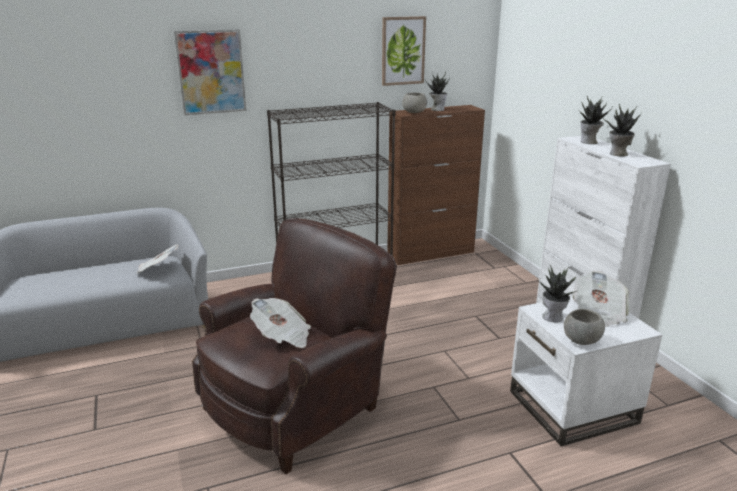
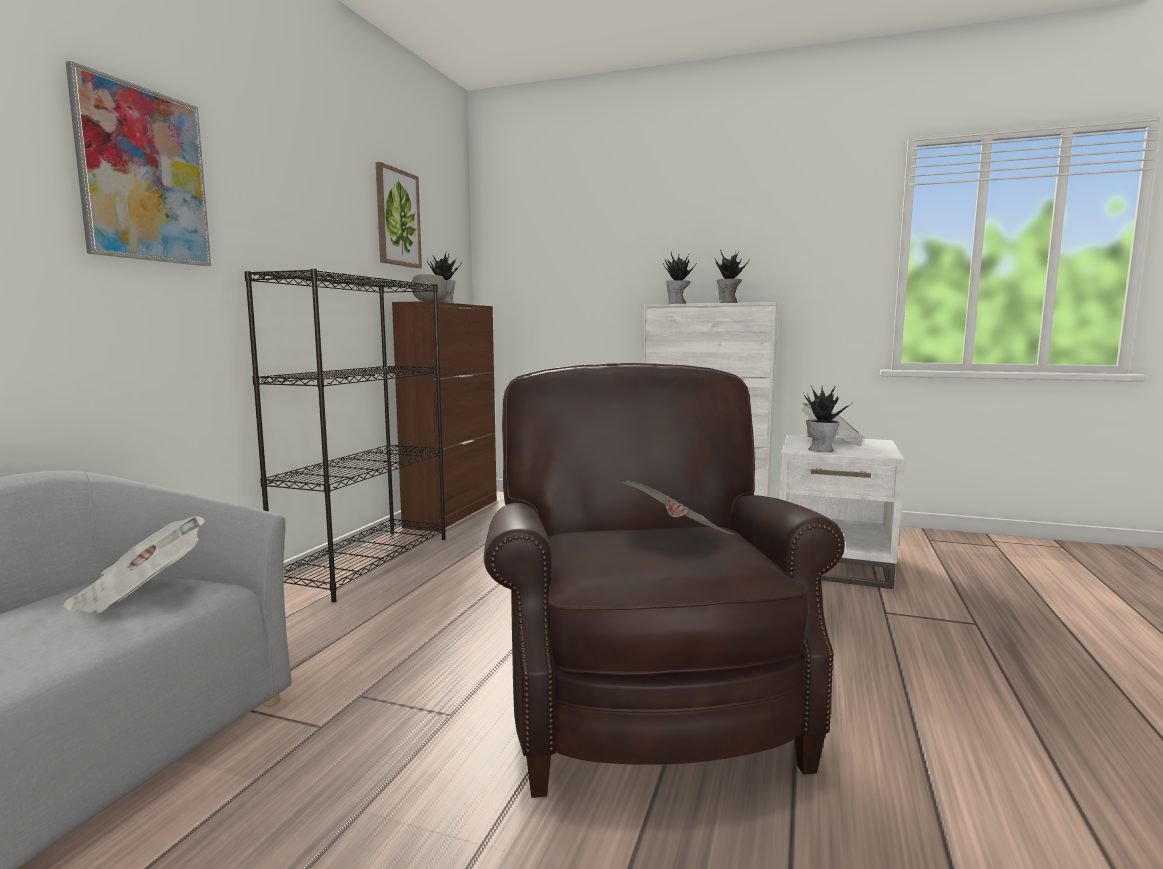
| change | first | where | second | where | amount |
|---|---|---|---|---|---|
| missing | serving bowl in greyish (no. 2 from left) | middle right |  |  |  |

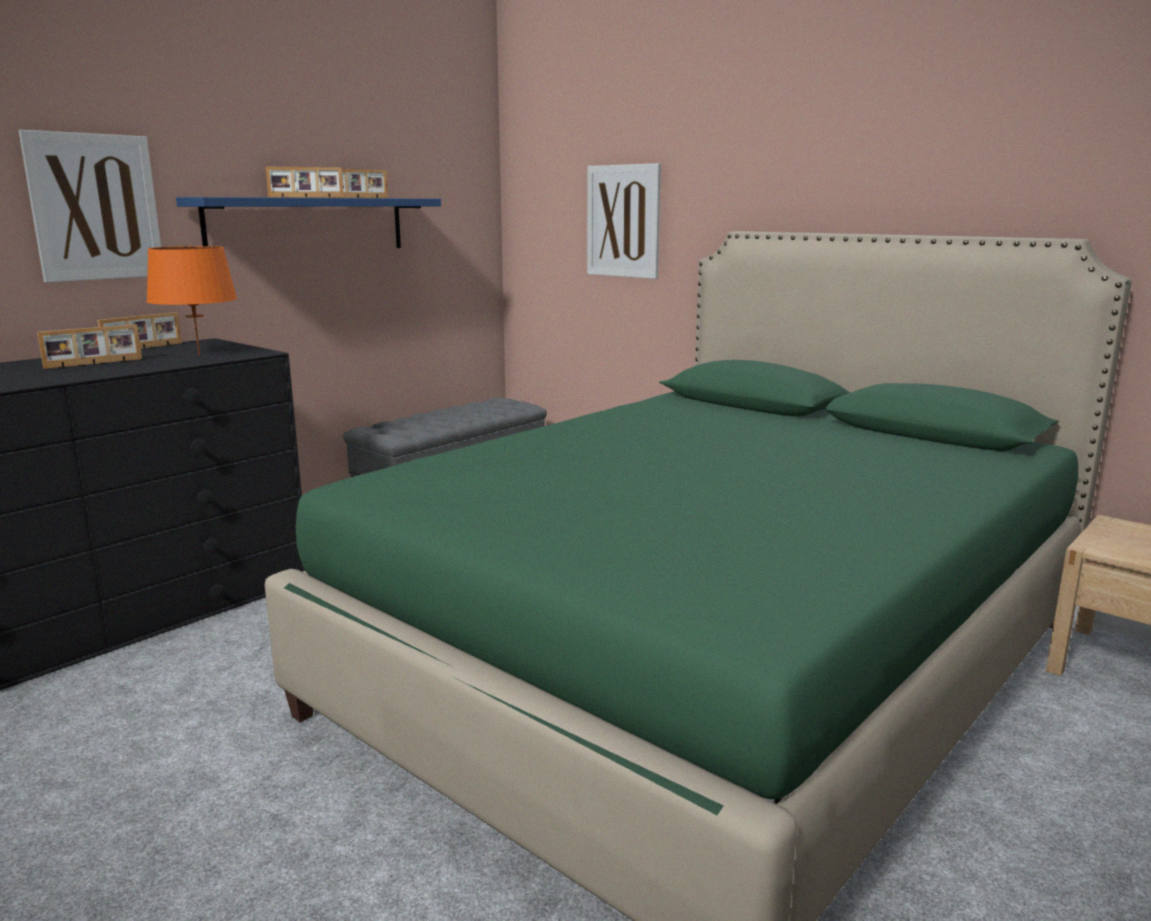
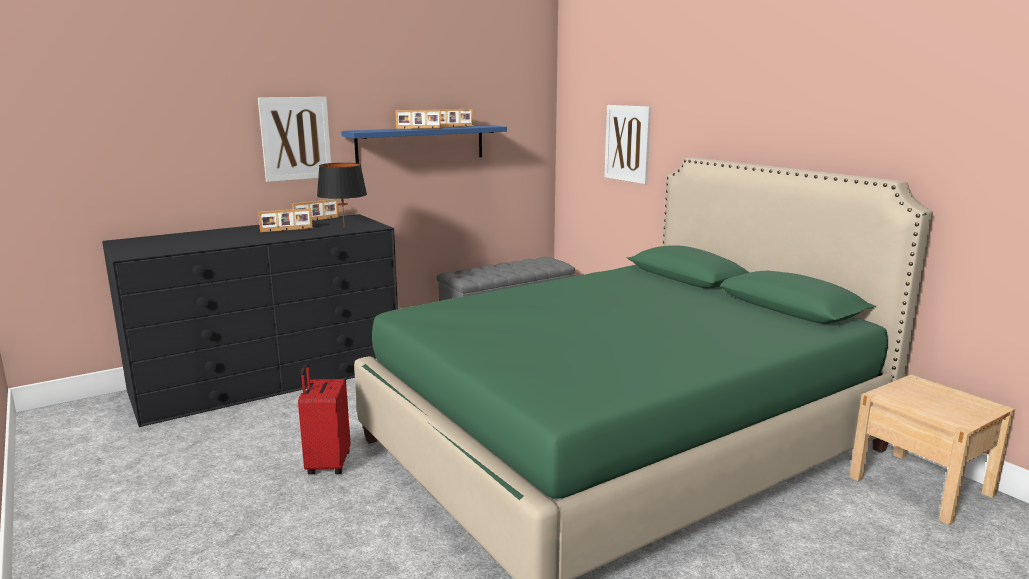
| change | first | where | second | where | amount |
|---|---|---|---|---|---|
| colour | lamp for a table in orange-coloured | top left | lamp for a table in black | middle left |  |
| appeared |  |  | suitcase in reddish | bottom left |  |

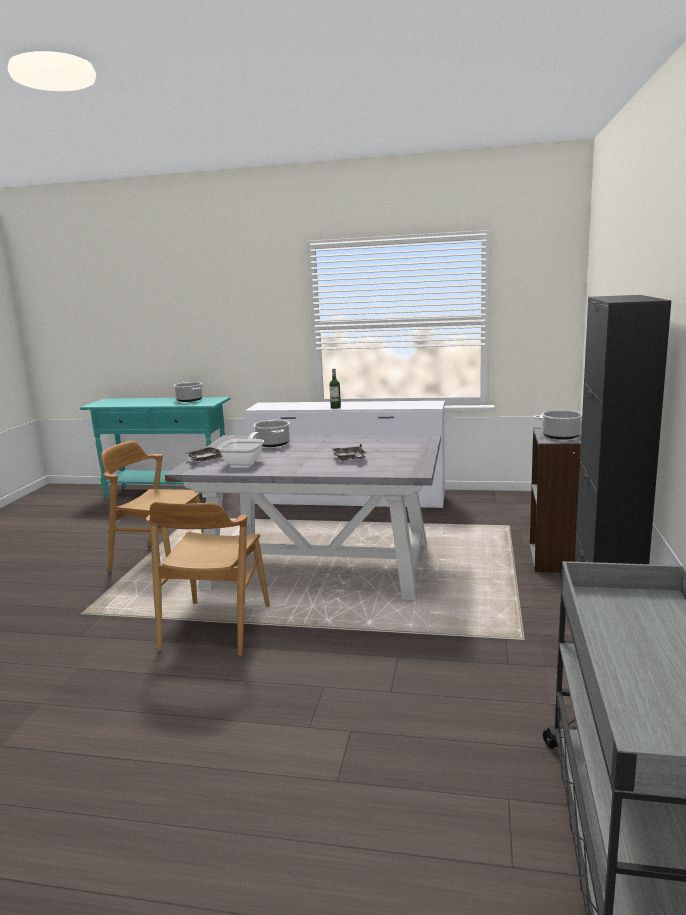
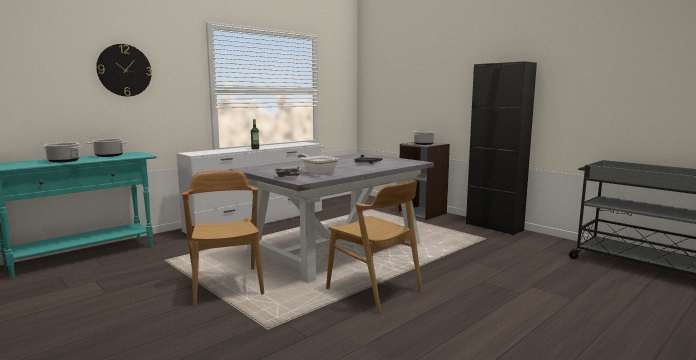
| change | first | where | second | where | amount |
|---|---|---|---|---|---|
| spun | chair in brown (no. 1 from left) | middle left |  | middle left | 105 degrees clockwise |
| relocated | stockpot (no. 2 from left in the first image) | centre | stockpot (no. 1 from left) | middle left |  |
| appeared |  |  | wall clock | top left |  |

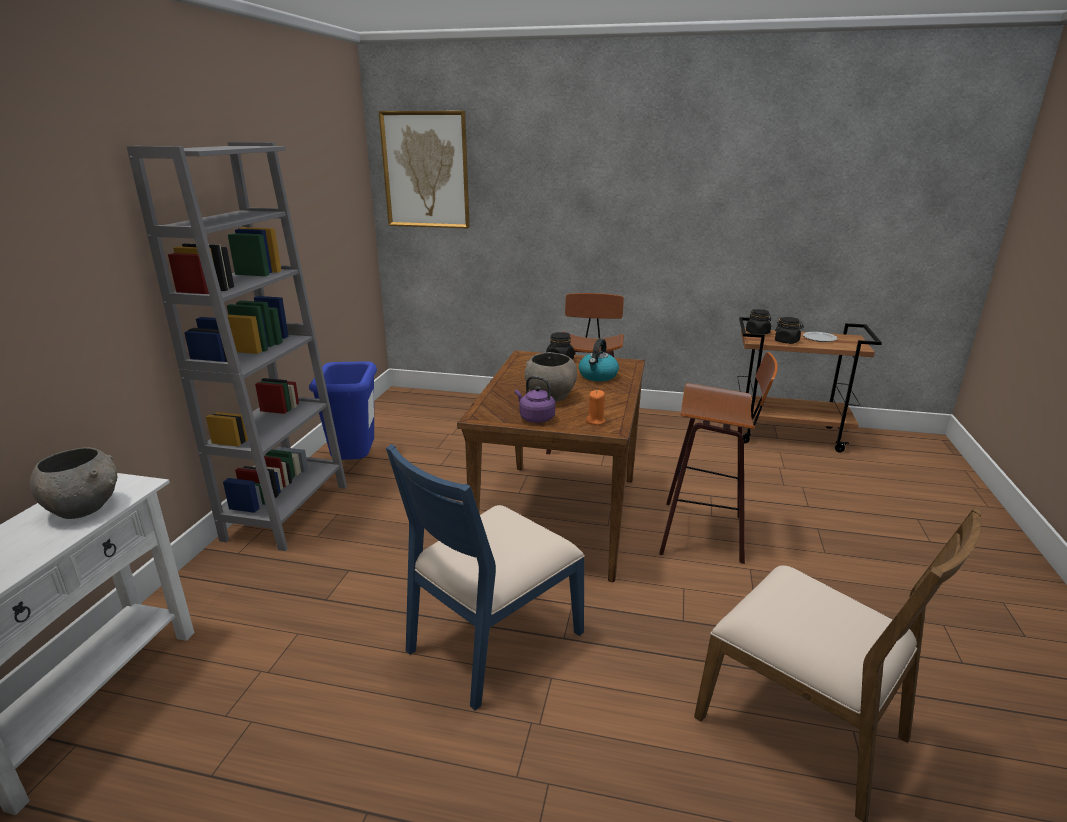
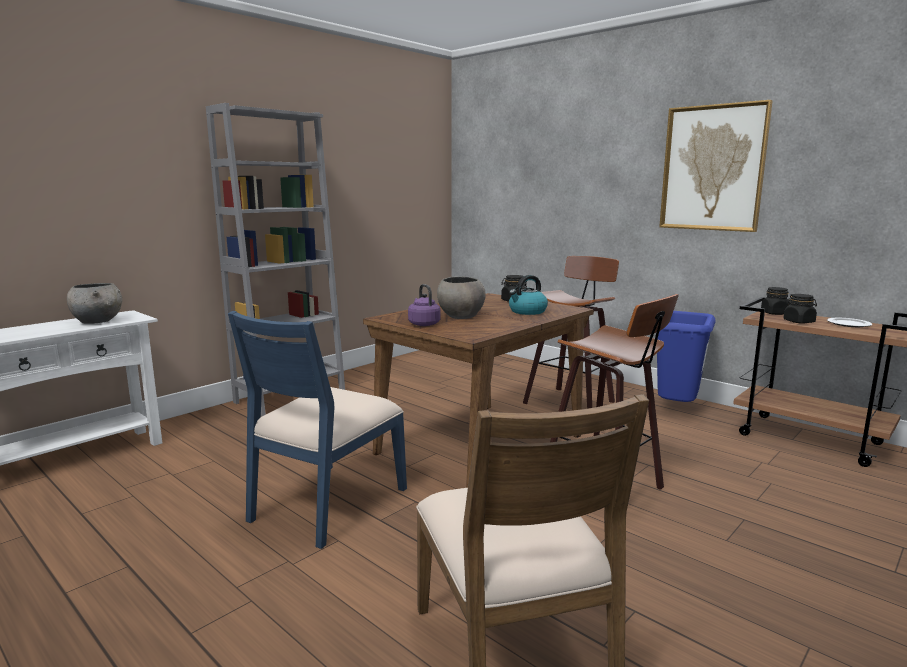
| change | first | where | second | where | amount |
|---|---|---|---|---|---|
| relocated | trash can in blue | middle left |  | middle right |  |
| relocated | picture | top centre |  | top right |  |
| spun | chair in blue | bottom centre |  | centre | 45 degrees counterclockwise |
| missing | wax light in orange-coloured | centre |  |  |  |

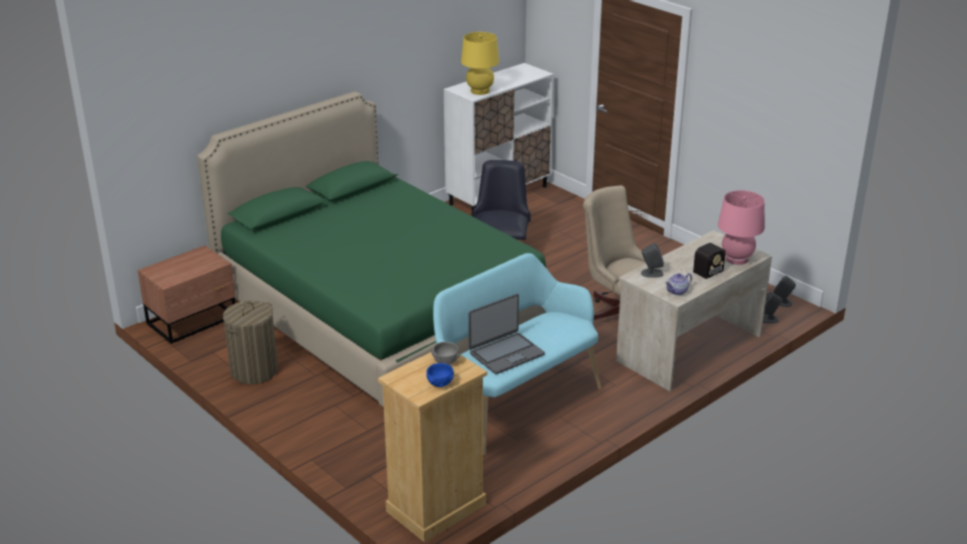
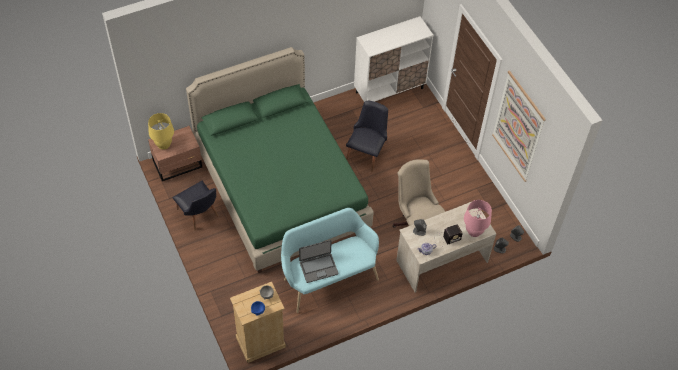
| change | first | where | second | where | amount |
|---|---|---|---|---|---|
| exchanged | washing basket | middle left | chair in black (no. 1 from left) | middle left |  |
| relocated | lamp for a table in yellowish | top centre |  | middle left |  |
| appeared |  |  | picture | middle right |  |

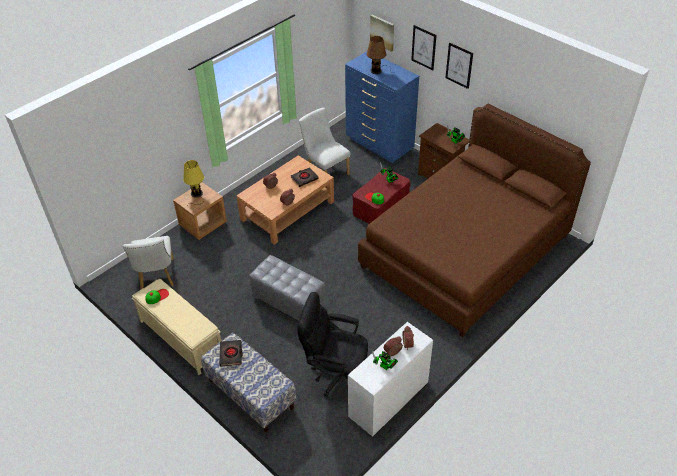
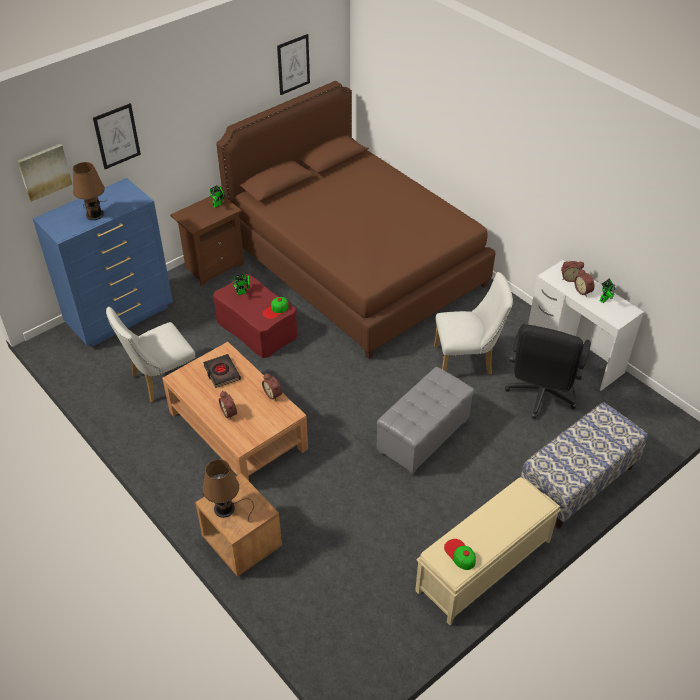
| change | first | where | second | where | amount |
|---|---|---|---|---|---|
| relocated | chair in whitish (no. 1 from left in the first image) | middle left | chair in whitish (no. 2 from left) | middle right |  |
| colour | lamp for a table in yellowish | middle left | lamp for a table in brown (no. 2 from left) | bottom left |  |
| missing | bound book in black (no. 1 from left) | bottom centre |  |  |  |
| relocated | picture (no. 3 from left) | top right |  | top centre |  |

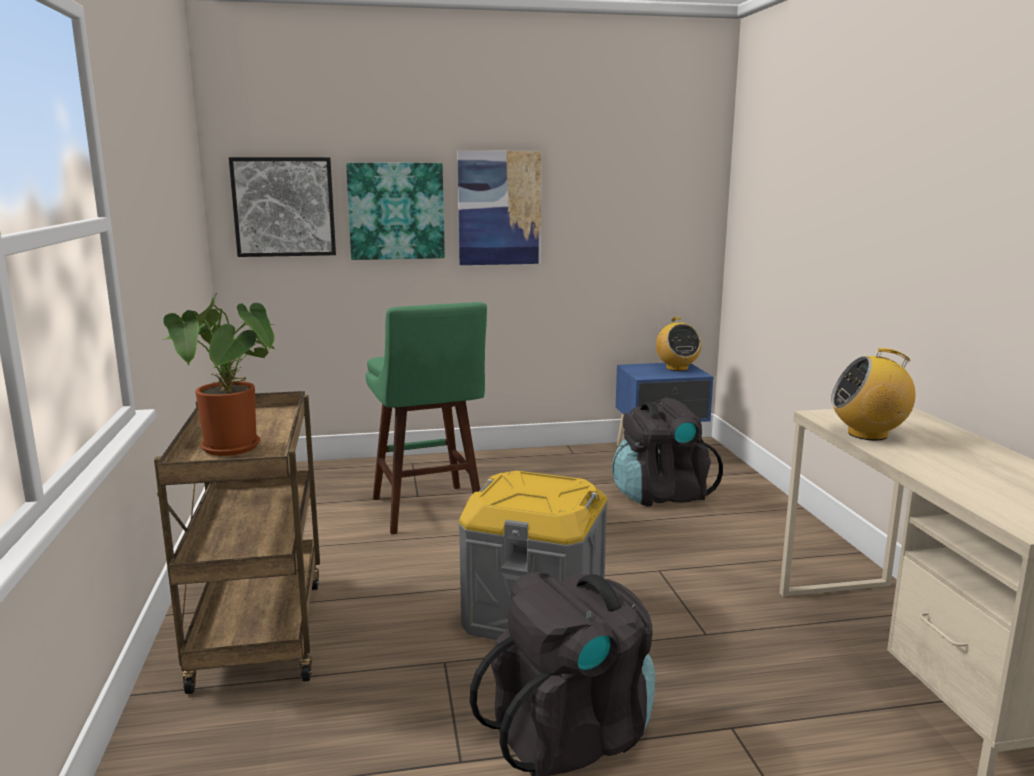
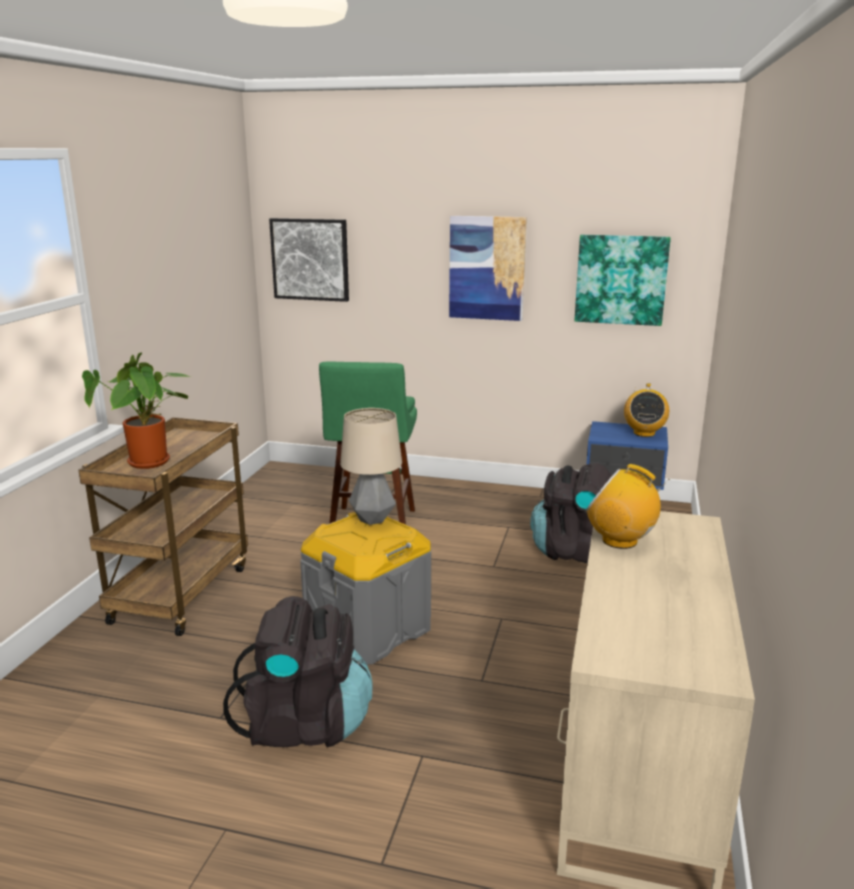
| change | first | where | second | where | amount |
|---|---|---|---|---|---|
| relocated | picture (no. 2 from left in the first image) | top centre | picture (no. 3 from left) | top right |  |
| appeared |  |  | lamp for a table | centre |  |

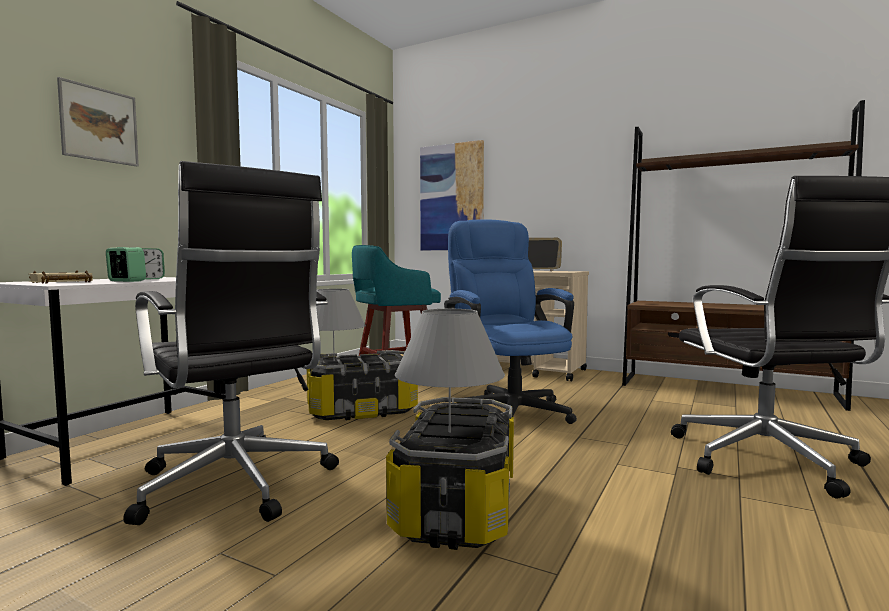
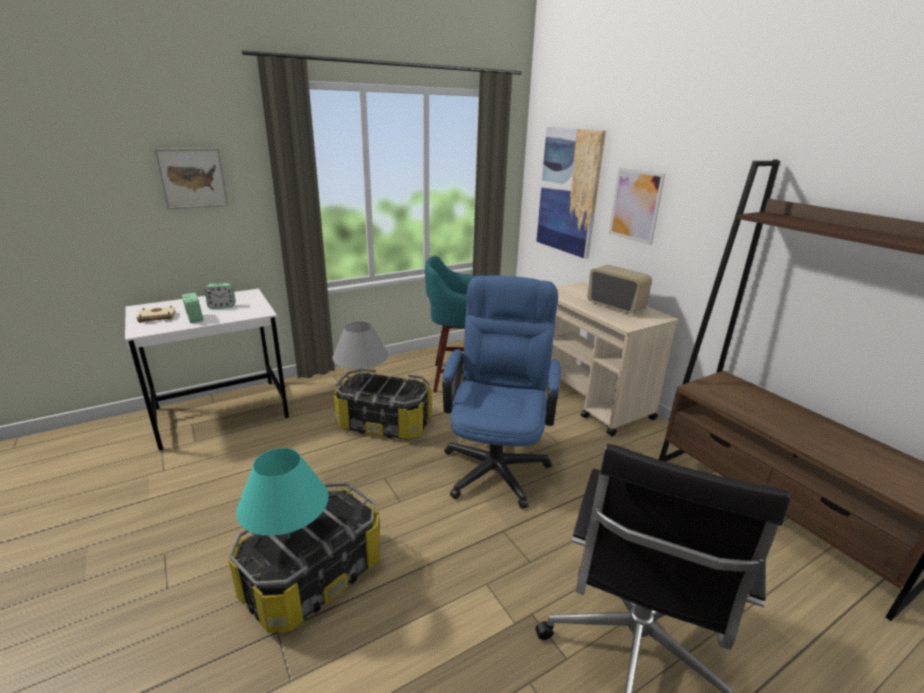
| change | first | where | second | where | amount |
|---|---|---|---|---|---|
| missing | desk chair in black (no. 1 from left) | middle left |  |  |  |
| colour | lamp for a table in greyish (no. 2 from left) | centre | lamp for a table in turquoise-coloured | bottom left |  |
| appeared |  |  | picture (no. 3 from left) | top right |  |

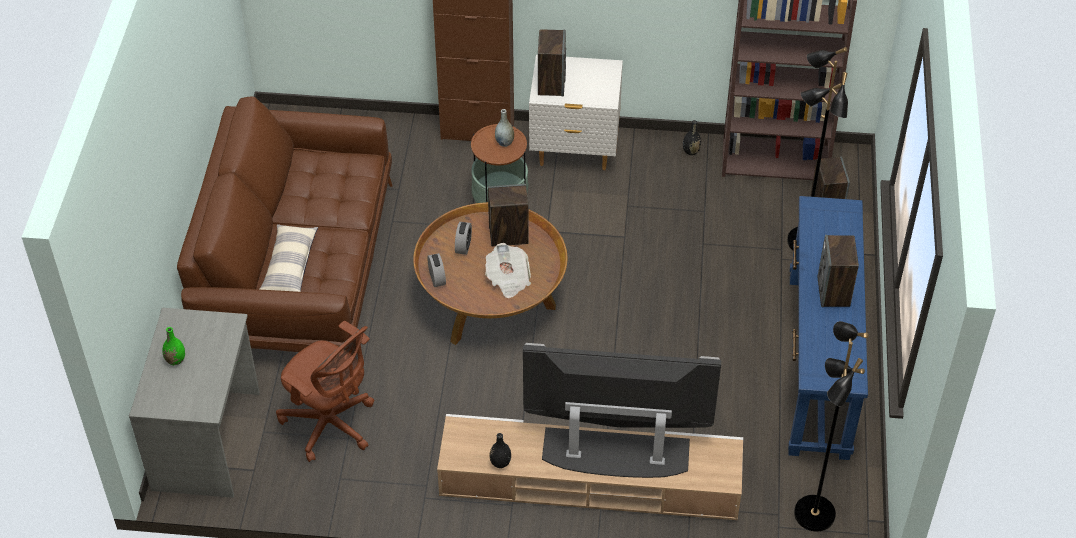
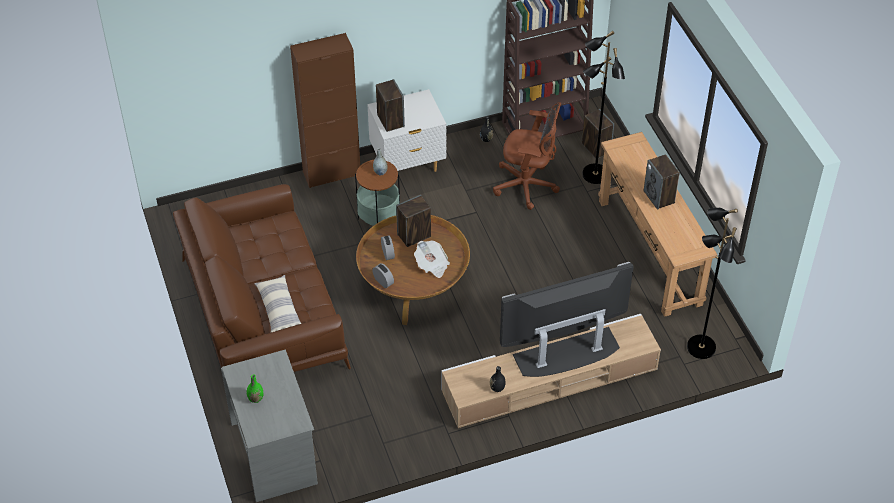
| change | first | where | second | where | amount |
|---|---|---|---|---|---|
| relocated | desk chair in brown | bottom left |  | top centre |  |
| colour | console table in blue | middle right | console table in brown | middle right |  |

